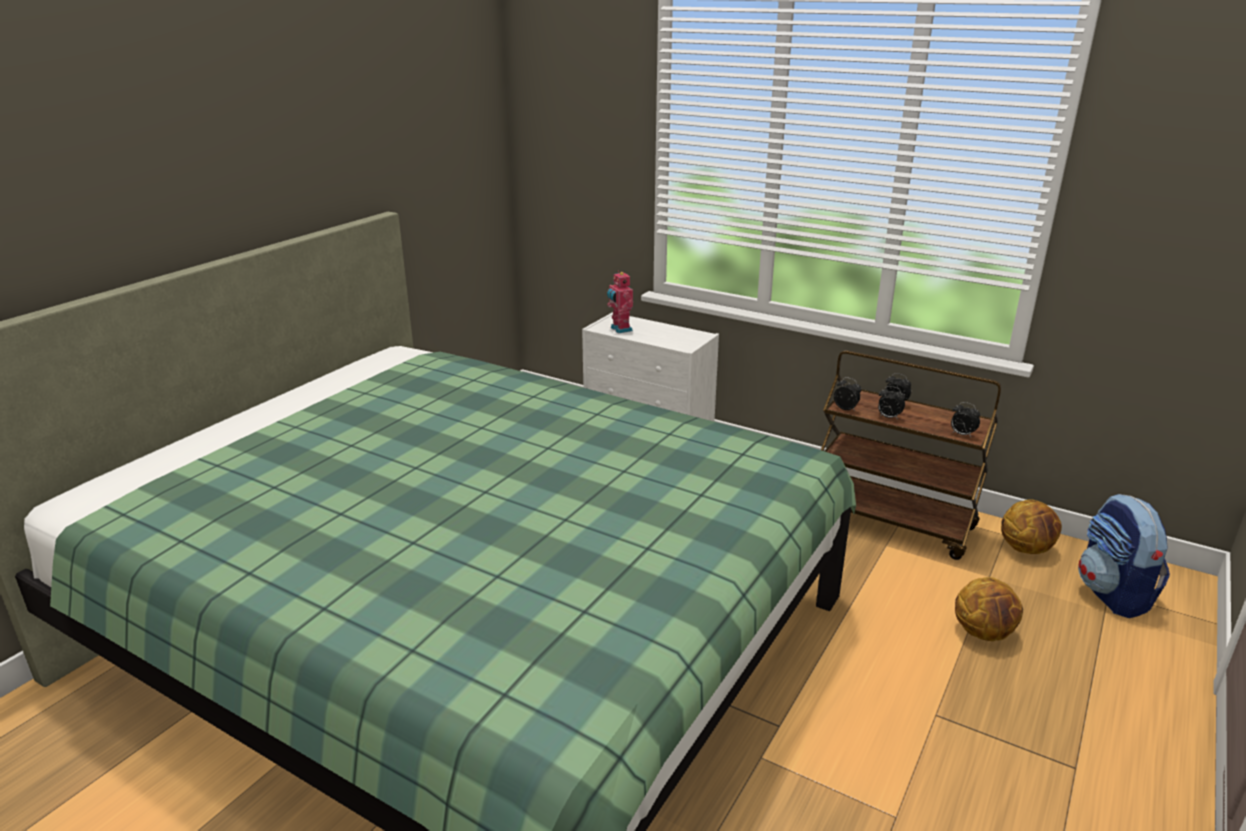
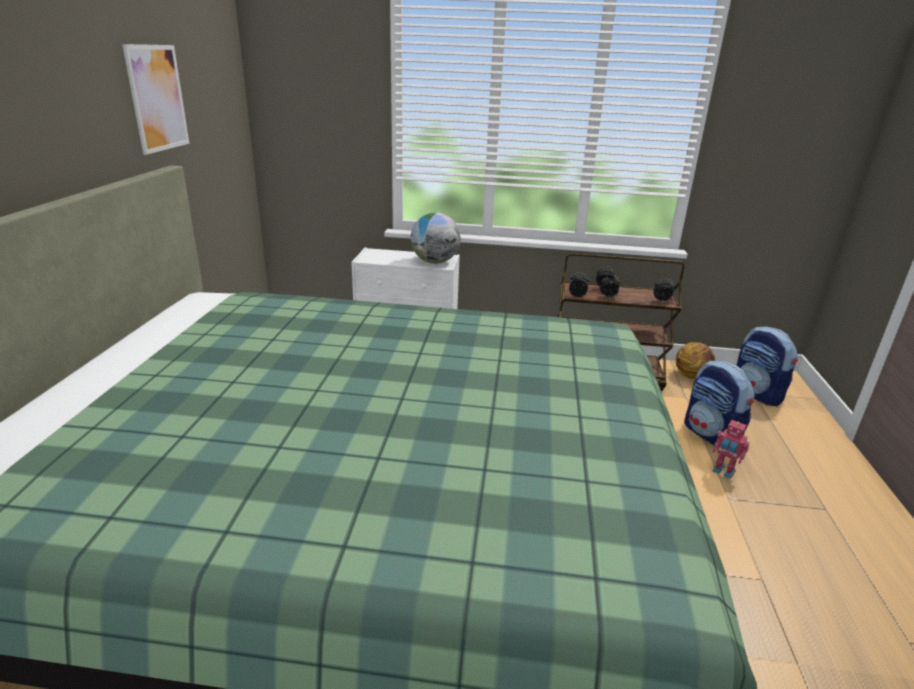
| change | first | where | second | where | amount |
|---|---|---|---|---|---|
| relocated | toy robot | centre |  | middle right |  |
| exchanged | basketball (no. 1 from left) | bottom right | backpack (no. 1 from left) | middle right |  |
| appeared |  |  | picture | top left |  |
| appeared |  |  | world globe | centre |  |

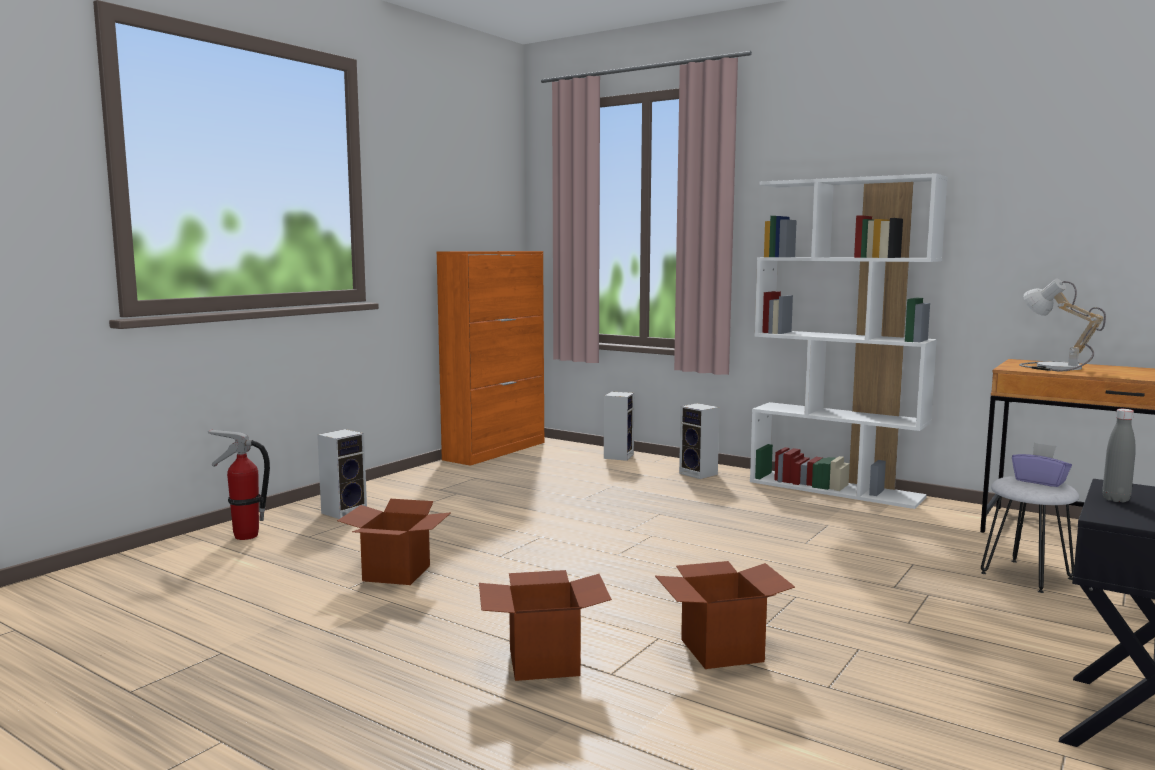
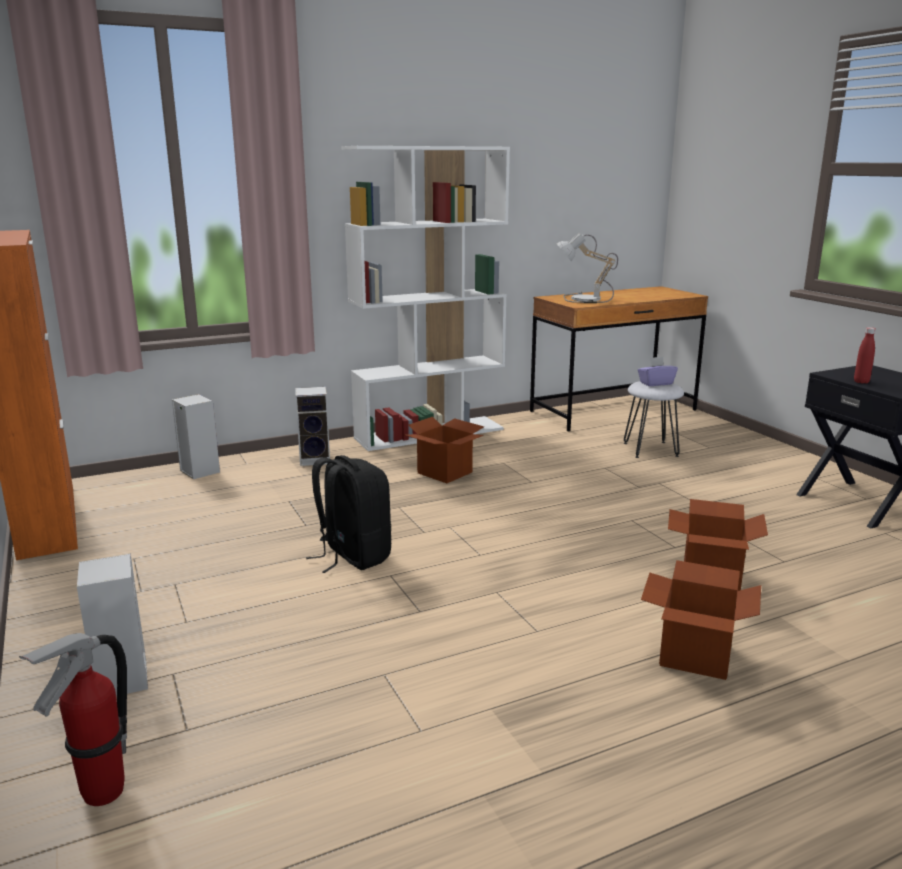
| change | first | where | second | where | amount |
|---|---|---|---|---|---|
| relocated | carton (no. 1 from left) | bottom centre |  | centre |  |
| colour | beverage bottle in greyish | middle right | beverage bottle in reddish | middle right |  |
| appeared |  |  | backpack in black | centre |  |

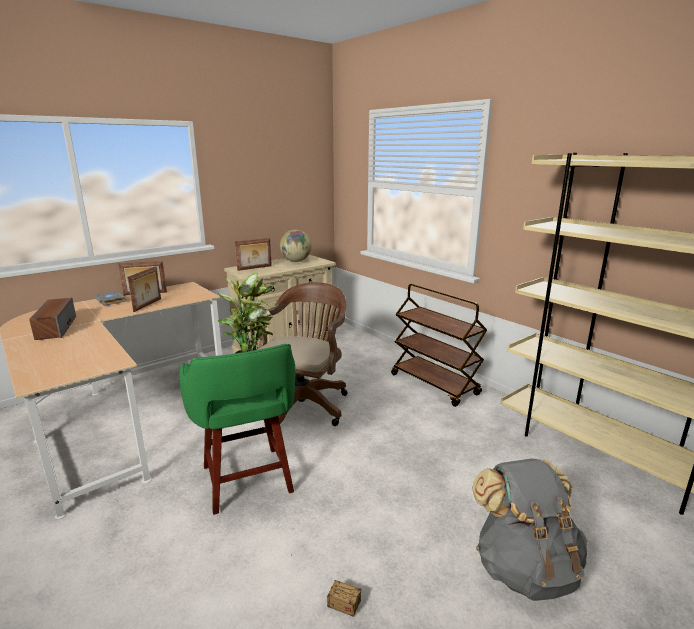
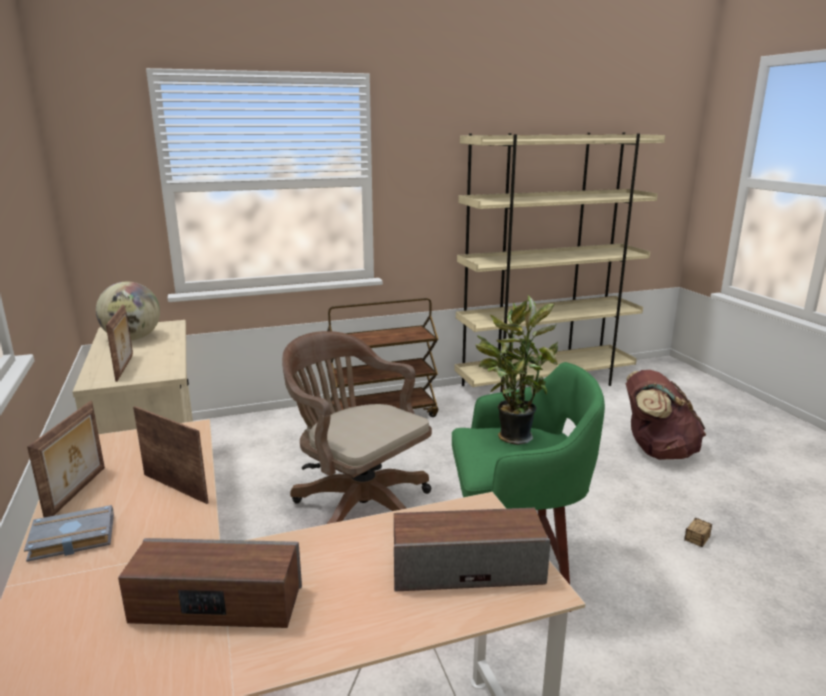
| change | first | where | second | where | amount |
|---|---|---|---|---|---|
| colour | backpack in greyish | bottom right | backpack in brown | middle right |  |
| appeared |  |  | speaker (no. 2 from left) | bottom centre |  |

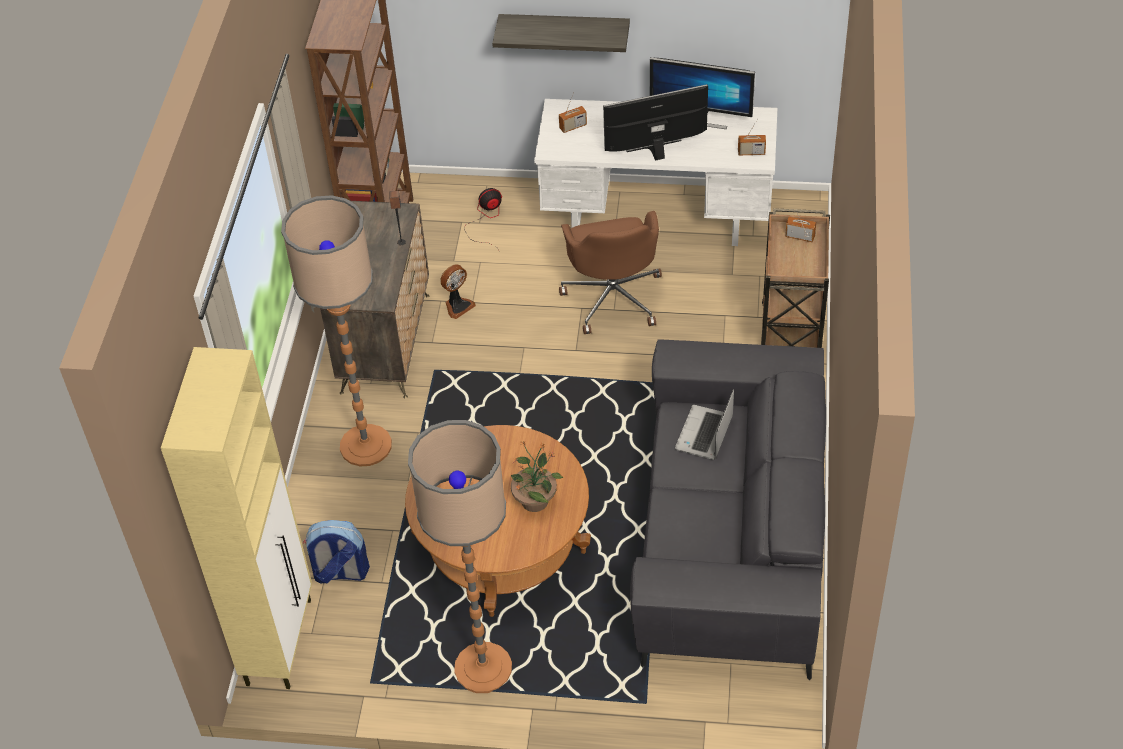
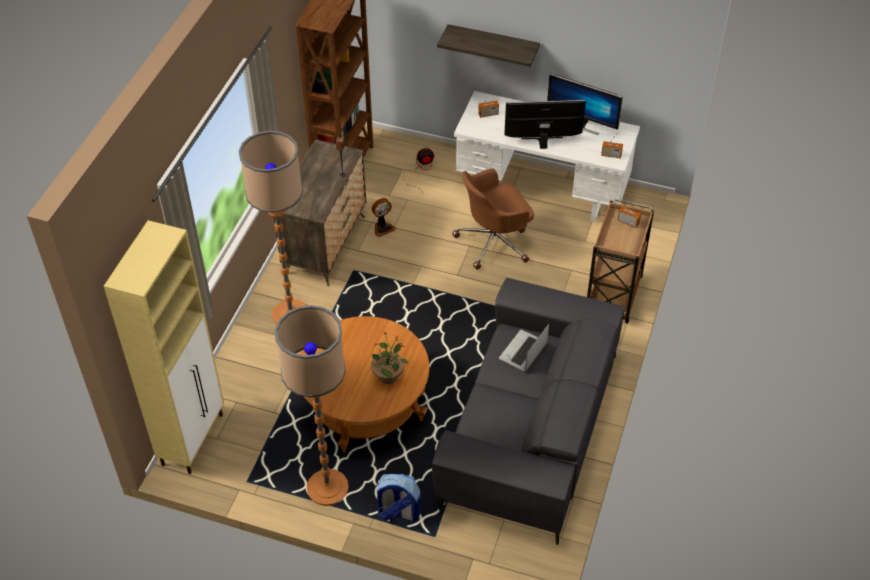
| change | first | where | second | where | amount |
|---|---|---|---|---|---|
| relocated | backpack | bottom left |  | bottom centre |  |
| spun | desk chair in brown | centre |  | centre | 60 degrees clockwise |

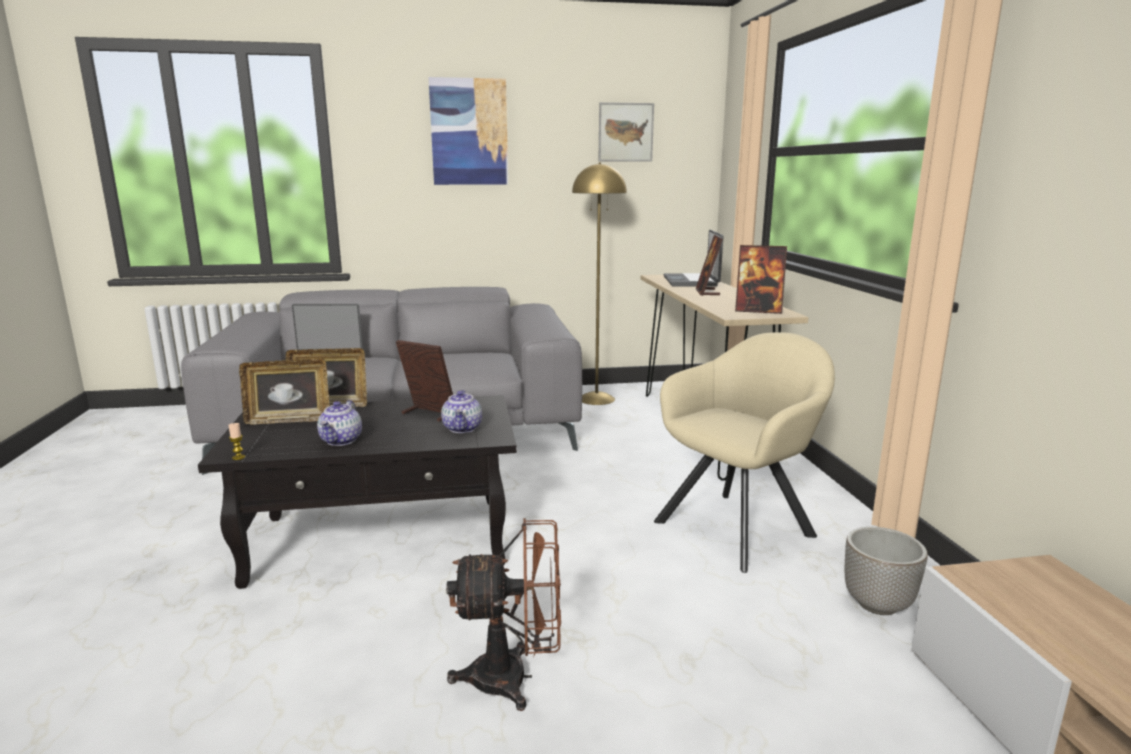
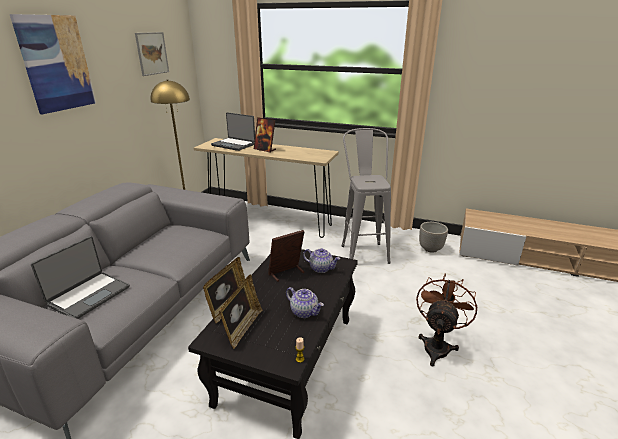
| change | first | where | second | where | amount |
|---|---|---|---|---|---|
| exchanged | lounge chair in sand-coloured | centre | sitting stool in greyish | centre |  |
| missing | standing frame (no. 5 from left) | middle right |  |  |  |

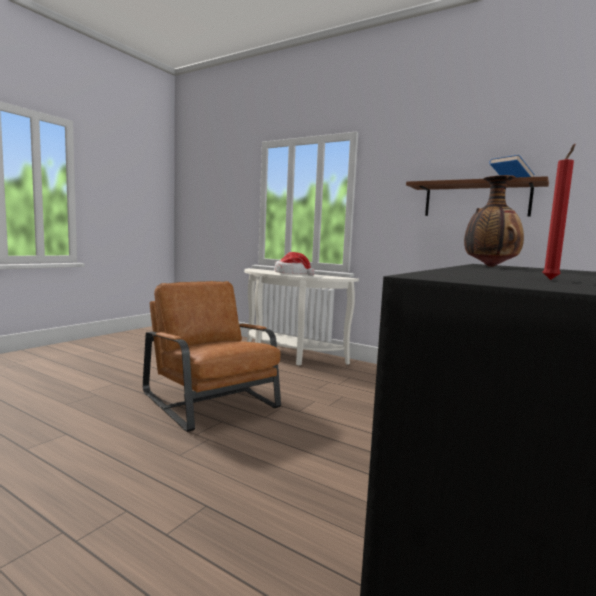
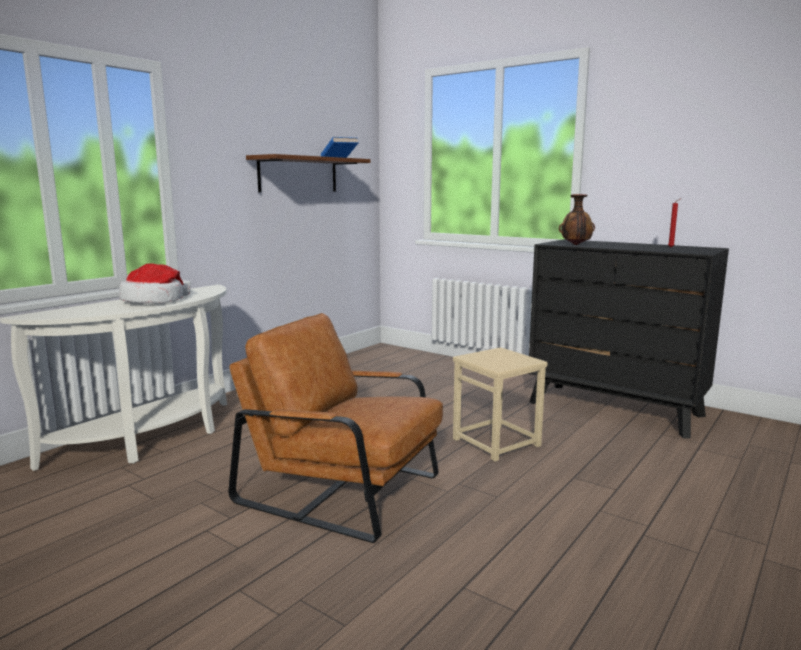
| change | first | where | second | where | amount |
|---|---|---|---|---|---|
| spun | lounge chair in brown | centre |  | centre | 60 degrees clockwise |
| appeared |  |  | sitting stool in sand-coloured | centre |  |

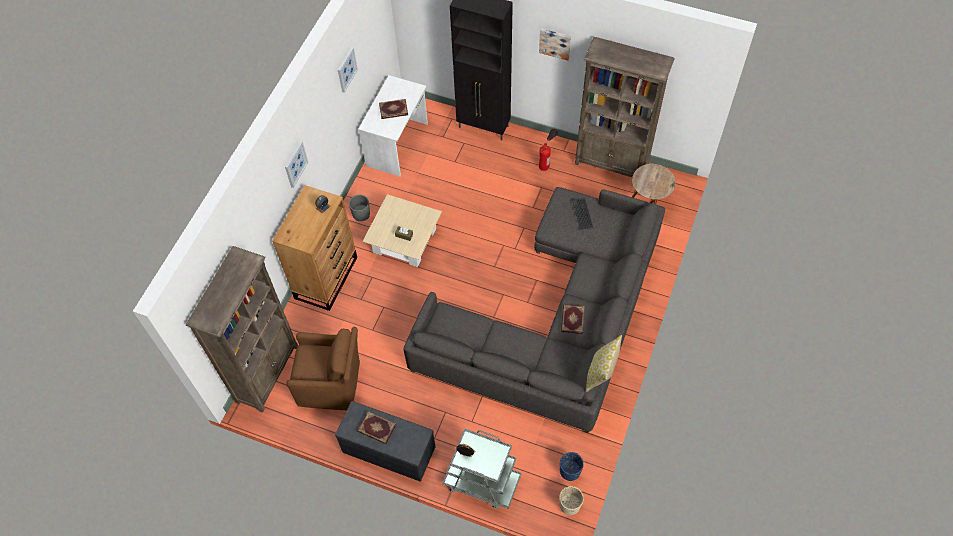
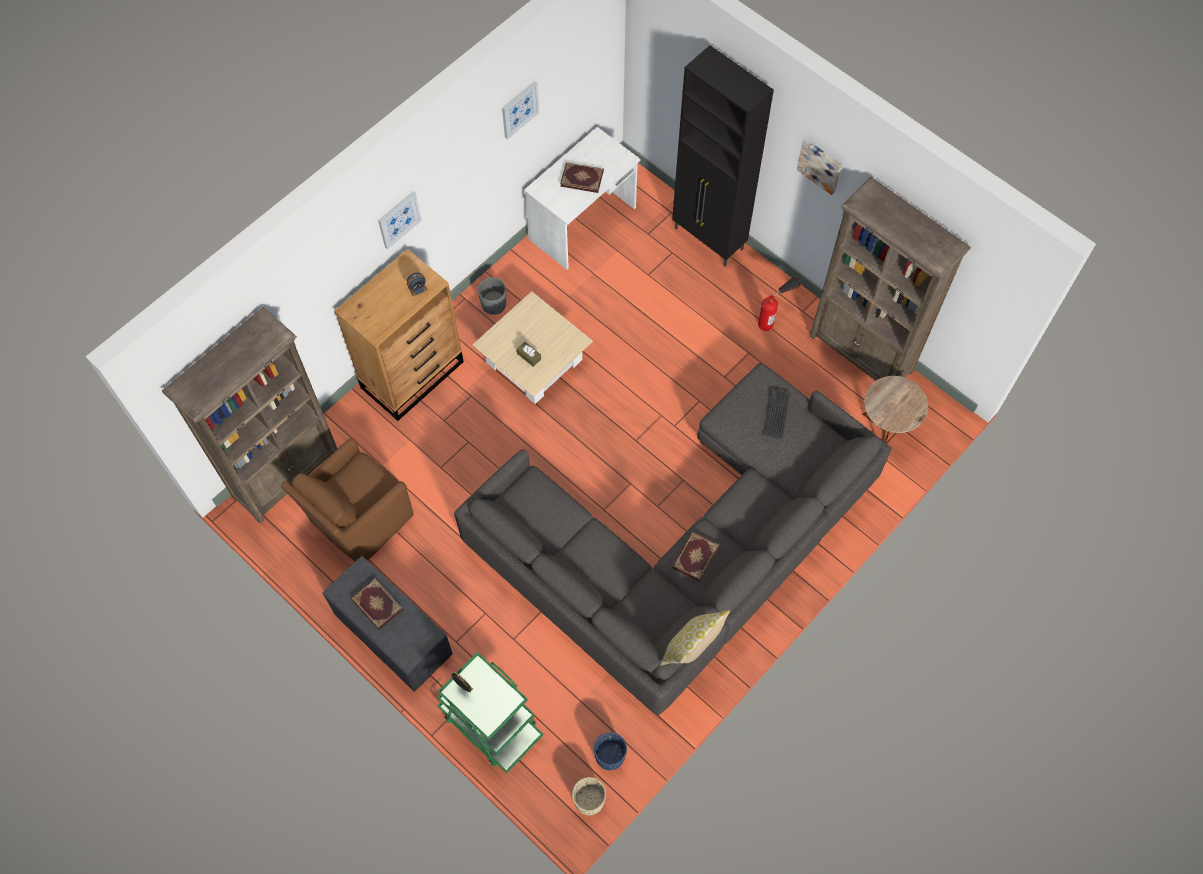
| change | first | where | second | where | amount |
|---|---|---|---|---|---|
| spun | lounge chair in brown | bottom centre |  | middle left | 105 degrees clockwise |
| colour | wheeled cart in greyish | bottom centre | wheeled cart in greenish | bottom centre |  |

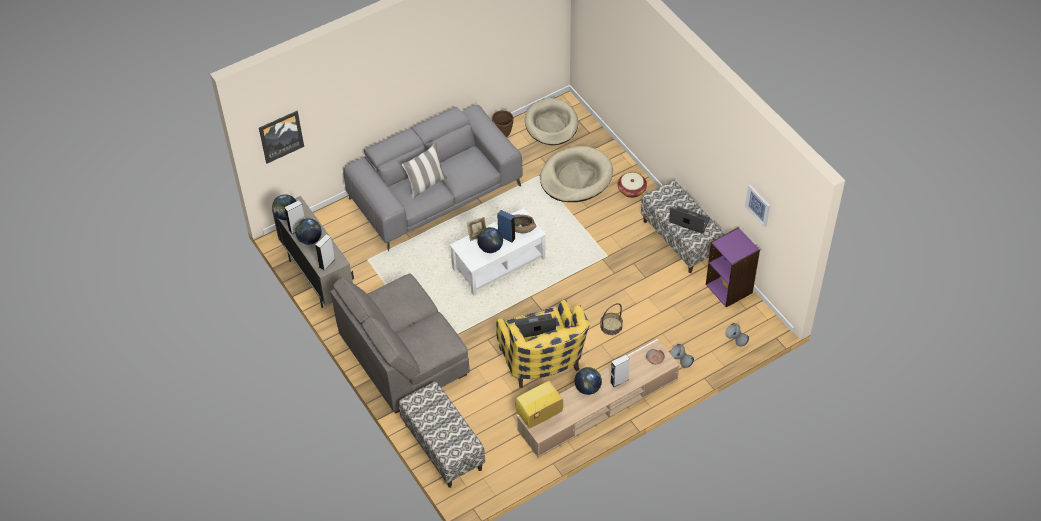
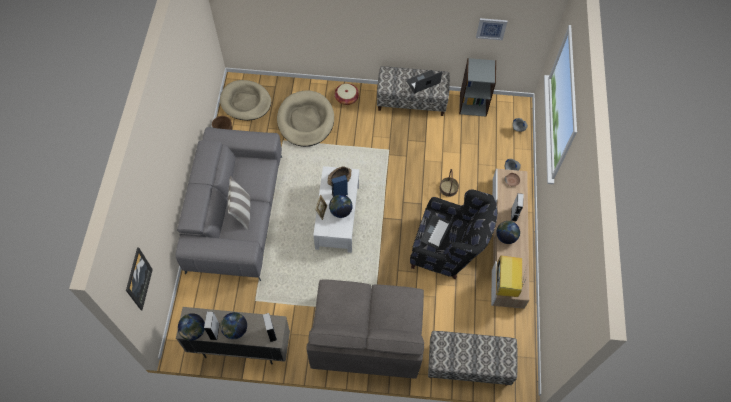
| change | first | where | second | where | amount |
|---|---|---|---|---|---|
| colour | lounge chair in yellowish | centre | lounge chair in black | centre |  |
| colour | bookcase in purplish | middle right | bookcase in greyish | top centre |  |

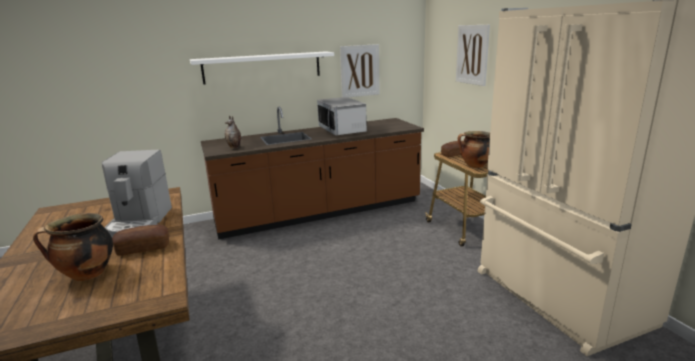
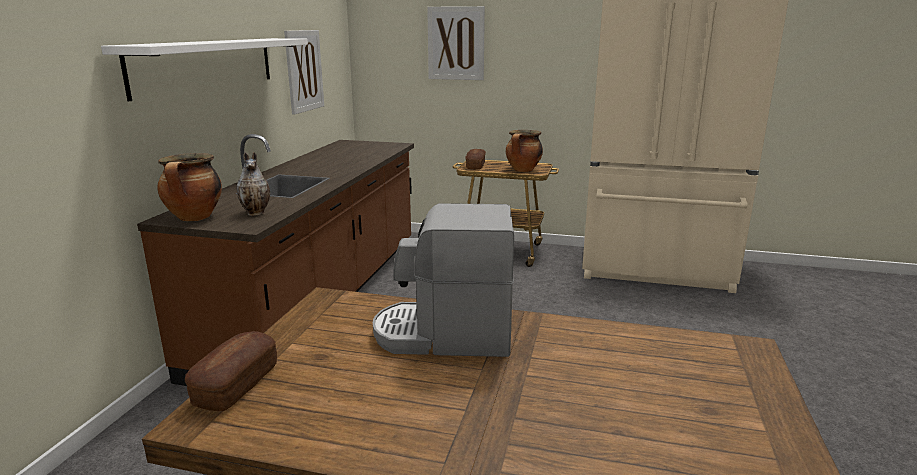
| change | first | where | second | where | amount |
|---|---|---|---|---|---|
| relocated | stockpot (no. 1 from left) | bottom left |  | middle left |  |
| spun | coffee brewer | middle left |  | centre | 150 degrees clockwise |
| relocated | bread (no. 1 from left) | middle left |  | bottom left |  |
| missing | microwave | top centre |  |  |  |

